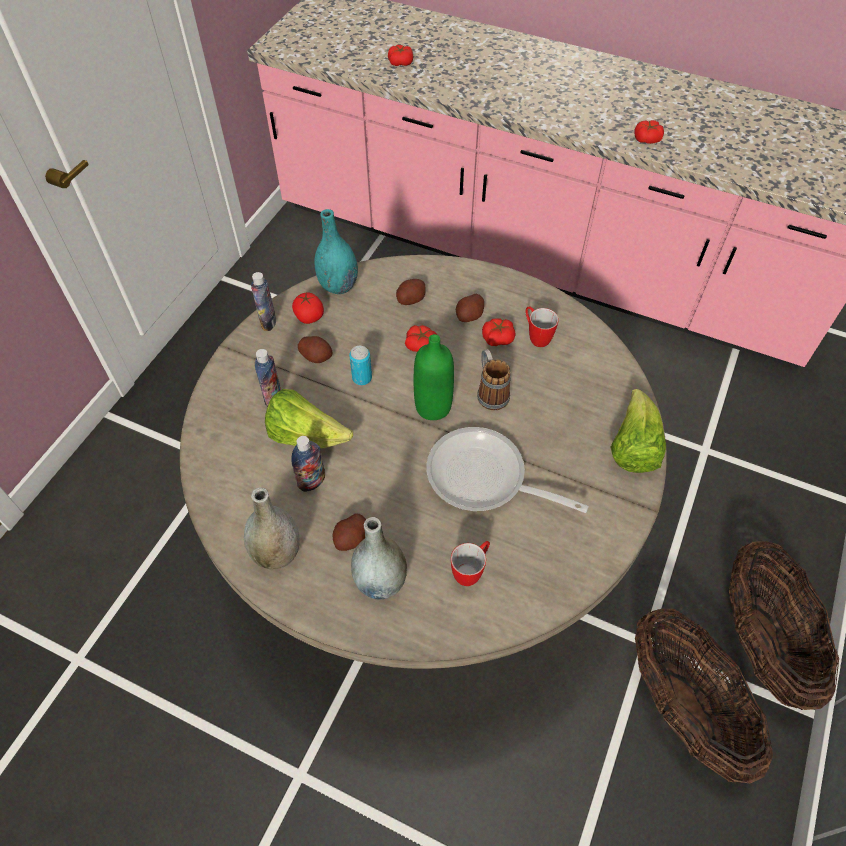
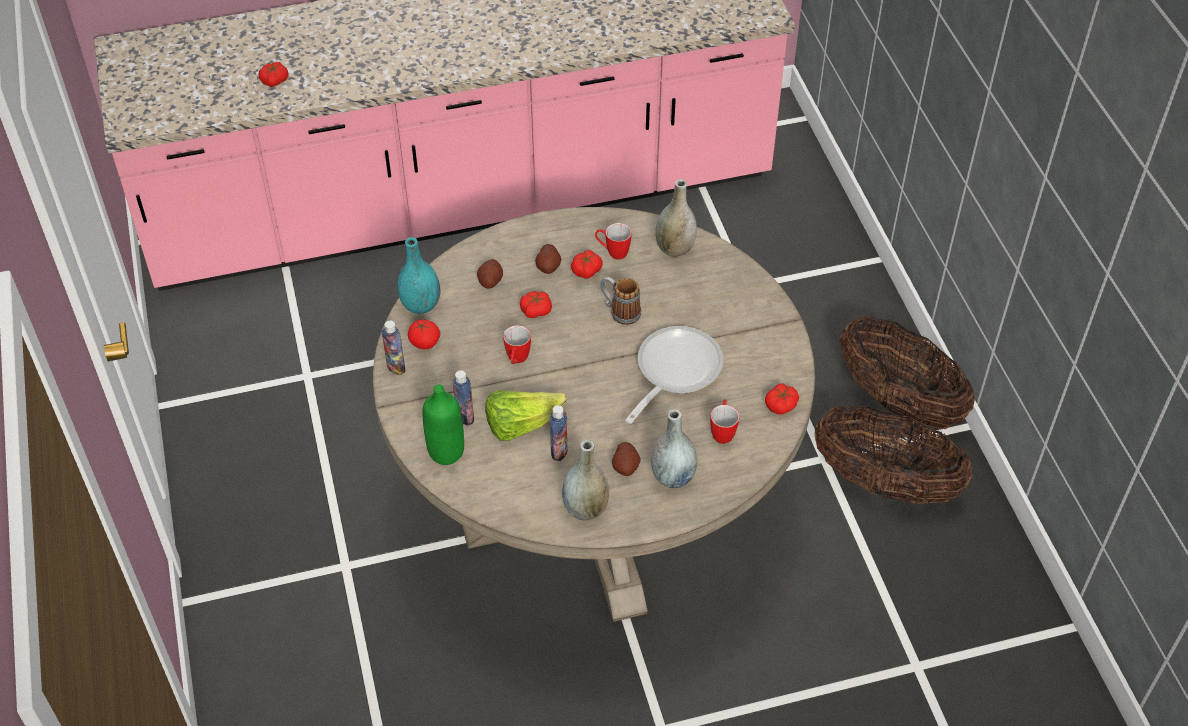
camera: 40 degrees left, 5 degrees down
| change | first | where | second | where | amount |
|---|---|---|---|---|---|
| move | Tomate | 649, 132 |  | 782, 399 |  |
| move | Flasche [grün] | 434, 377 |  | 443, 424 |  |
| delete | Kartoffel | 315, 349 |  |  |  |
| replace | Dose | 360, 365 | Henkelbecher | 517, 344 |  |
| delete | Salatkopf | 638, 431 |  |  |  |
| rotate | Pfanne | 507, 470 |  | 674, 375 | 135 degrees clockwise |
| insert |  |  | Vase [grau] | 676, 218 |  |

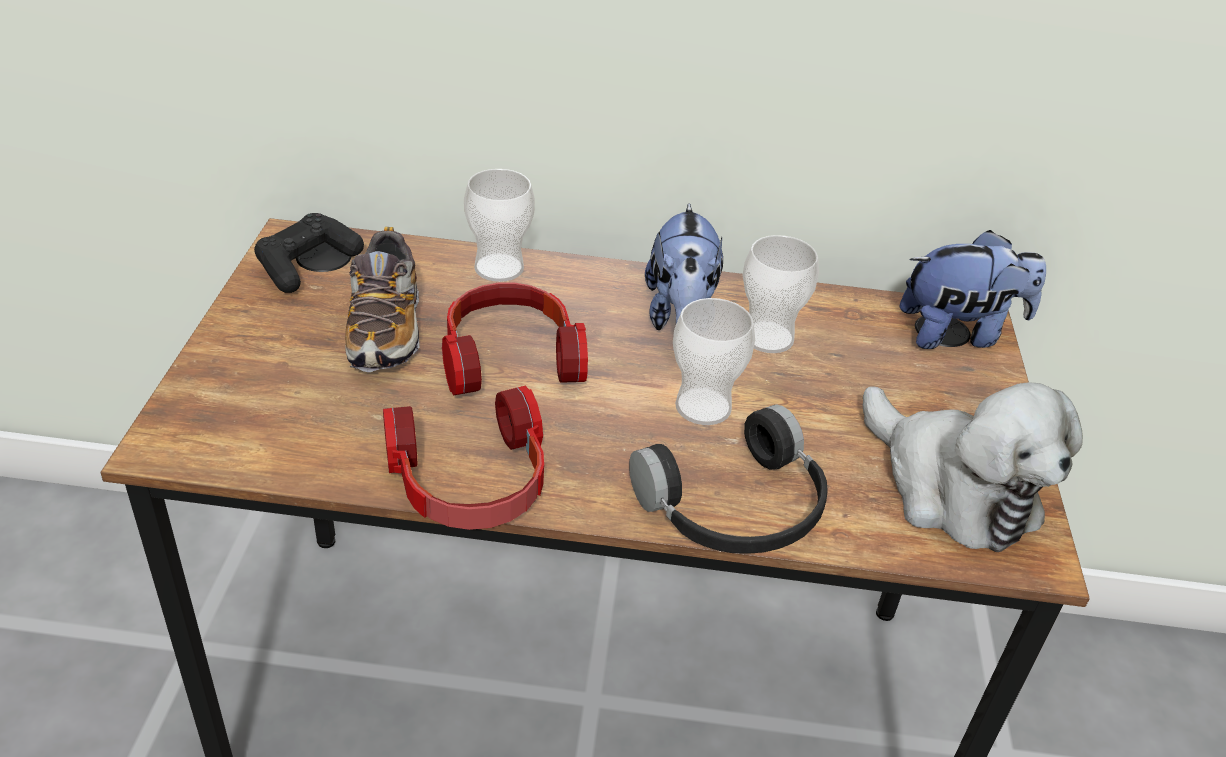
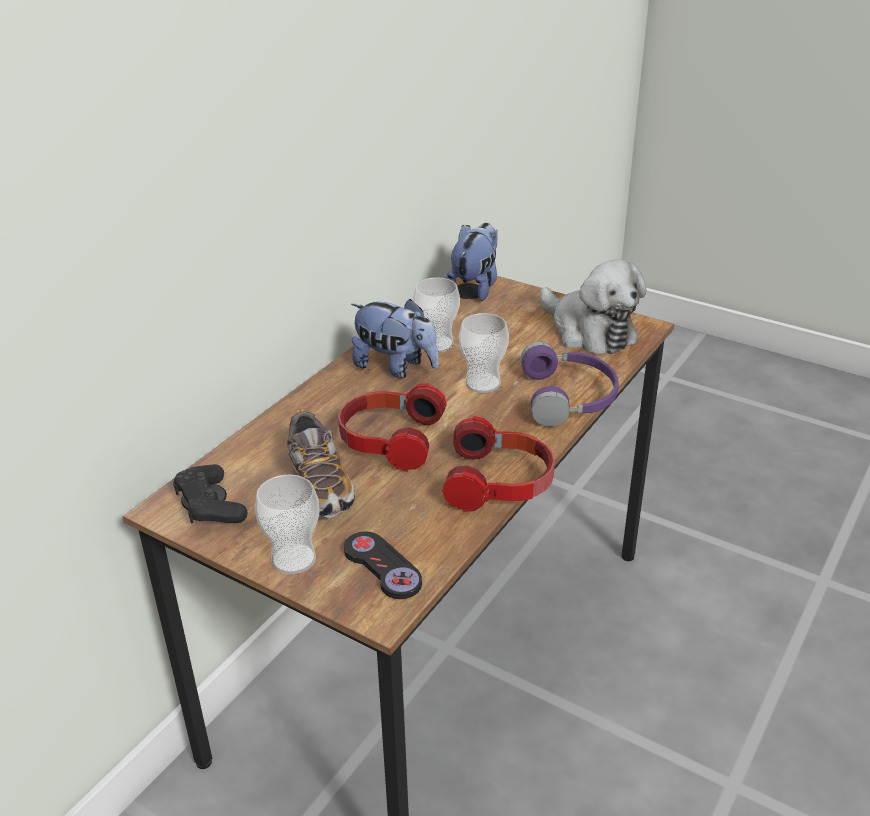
camera: 60 degrees left, 5 degrees down
| change | first | where | second | where | amount |
|---|---|---|---|---|---|
| move | Tasse | 499, 225 |  | 287, 524 |  |
| rotate | Schuh | 382, 299 |  | 321, 463 | 45 degrees clockwise |
| rotate | Plüschtier | 972, 467 |  | 593, 307 | 60 degrees clockwise |
| recolor | Kopfhörer [schwarz] | 728, 479 | Kopfhörer [lila] | 569, 384 |  |
| insert |  |  | Gamepad [schwarz] | 383, 565 |  |

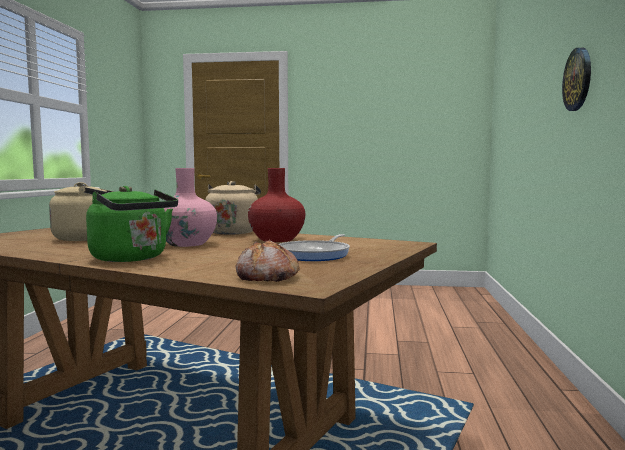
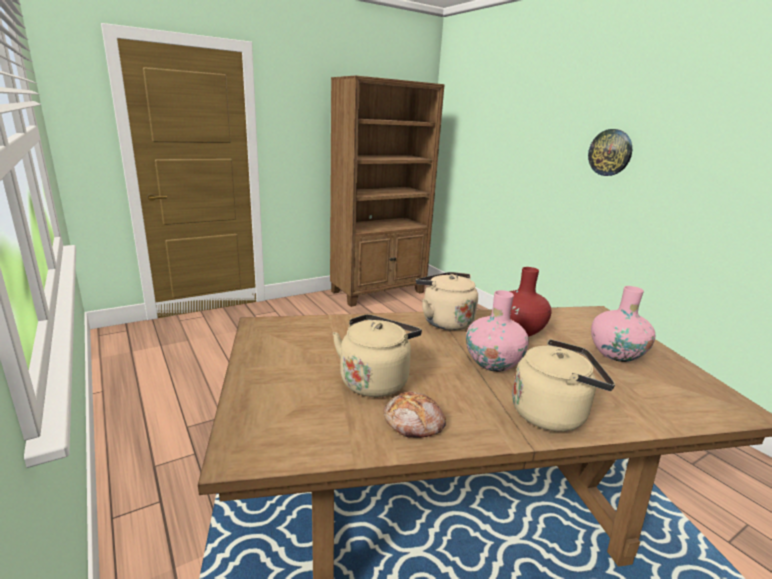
camera: 40 degrees left, 15 degrees up
| change | first | where | second | where | amount |
|---|---|---|---|---|---|
| recolor | Wasserkessel [grün] | 132, 224 | Wasserkessel [beige] | 563, 385 |  |
| replace | Pfanne | 314, 247 | Vase [rosa] | 623, 324 |  |
| move | Brot | 267, 261 |  | 415, 414 |  |
| insert |  |  | Bücherregal [braun] | 387, 191 |  |

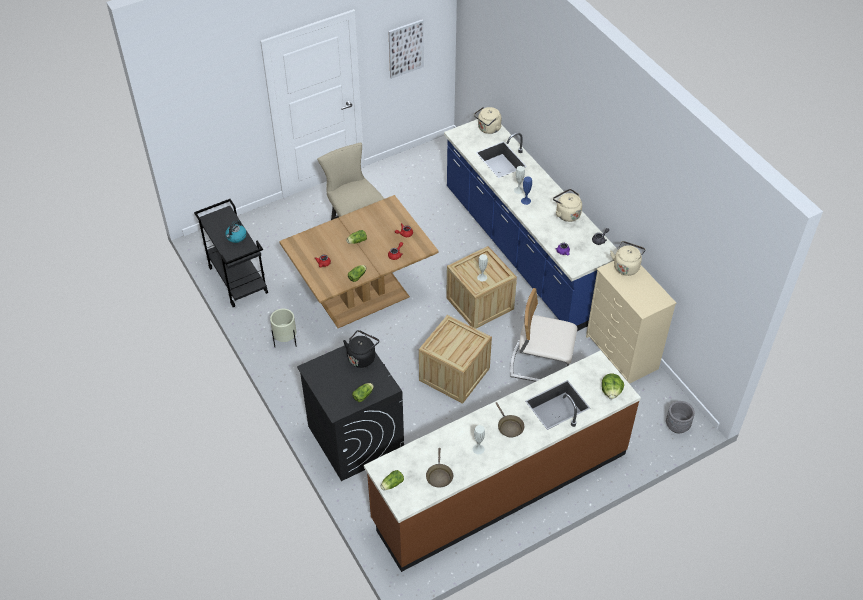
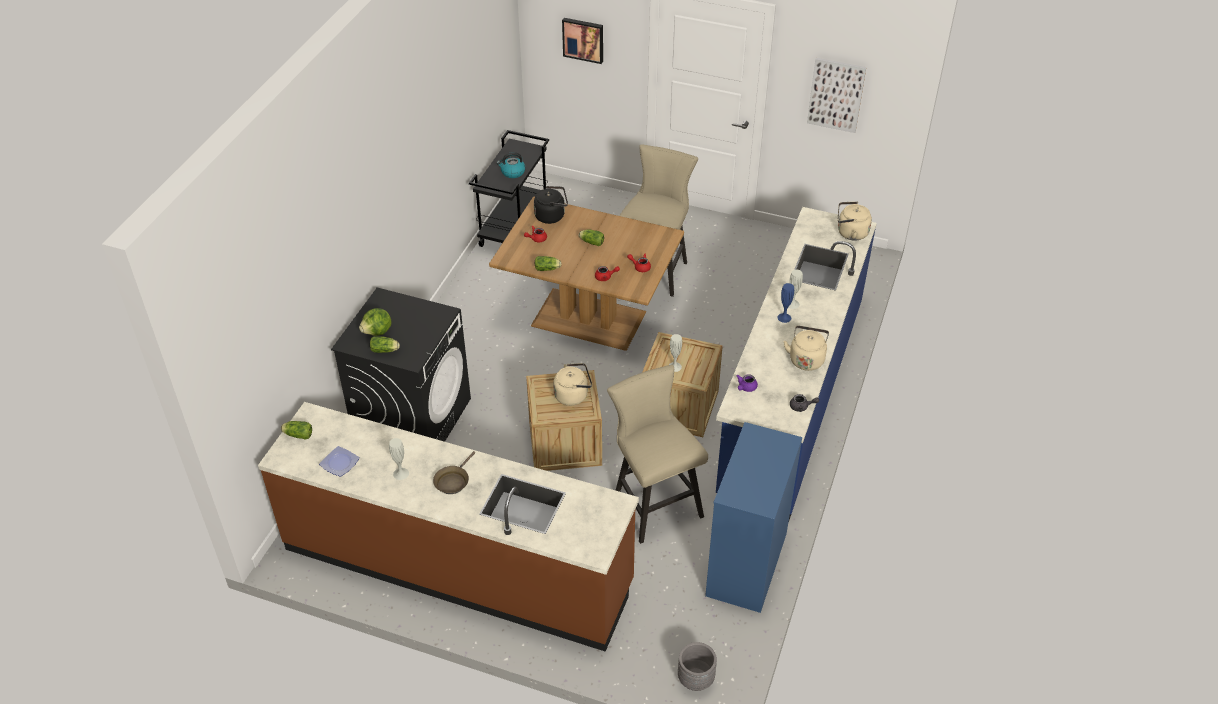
camera: 50 degrees right, 5 degrees down
| change | first | where | second | where | amount |
|---|---|---|---|---|---|
| move | Wasserkessel [beige] | 628, 258 |  | 572, 384 |  |
| recolor | Kommode [beige] | 631, 322 | Kommode [blau] | 753, 517 |  |
| replace | Stuhl [beige] | 543, 335 | Hocker [beige] | 657, 454 |  |
| delete | Pflanzkübel [beige] | 283, 328 |  |  |  |
| move | Wasserkessel [schwarz] | 361, 349 |  | 551, 205 |  |
| move | Salatkopf | 613, 386 |  | 375, 322 |  |
| replace | Pfanne [braun] | 439, 468 | Teller | 339, 461 |  |
| insert |  |  | Bild | 582, 41 |  |

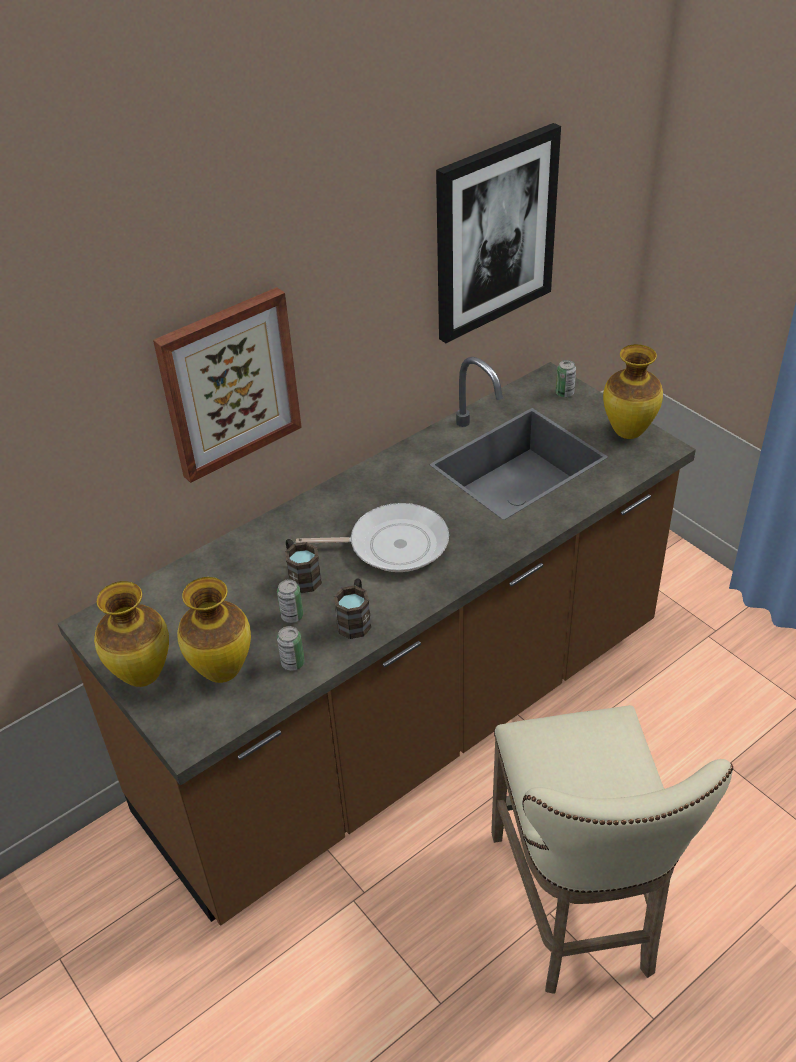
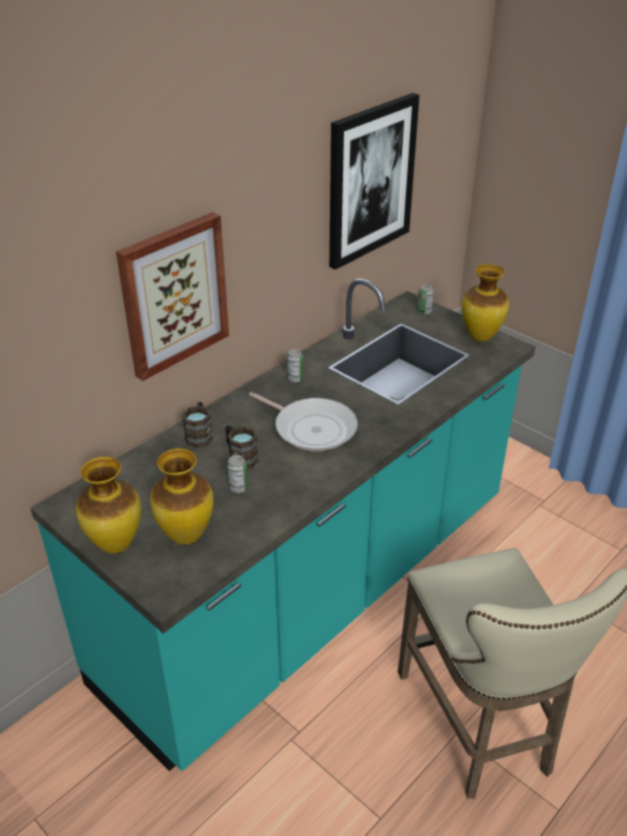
camera: 10 degrees left, 5 degrees down
| change | first | where | second | where | amount |
|---|---|---|---|---|---|
| recolor | Küchenzeile [braun] | 376, 641 | Küchenzeile [türkis] | 283, 524 |  |
| rotate | Pfanne | 372, 537 |  | 303, 422 | 45 degrees clockwise |
| move | Henkelbecher [braun] | 352, 608 |  | 197, 425 |  |
| move | Dose | 291, 648 |  | 295, 366 |  |

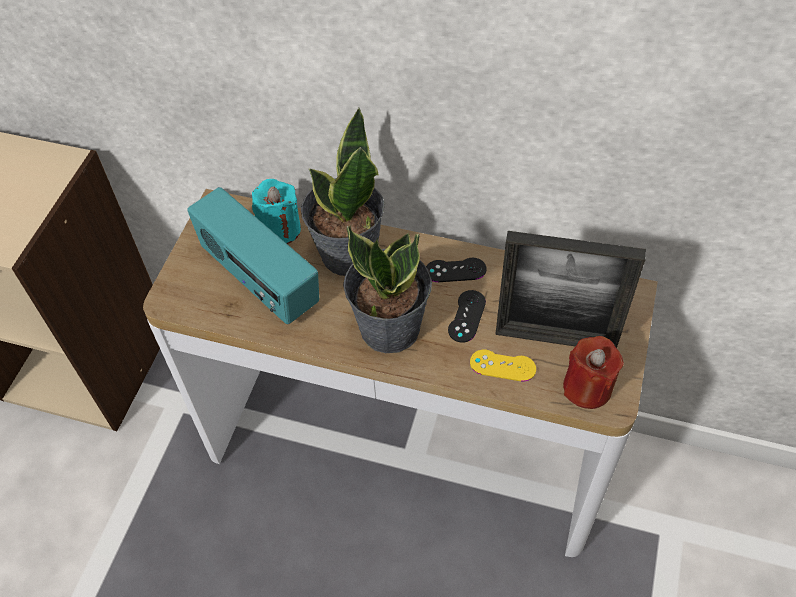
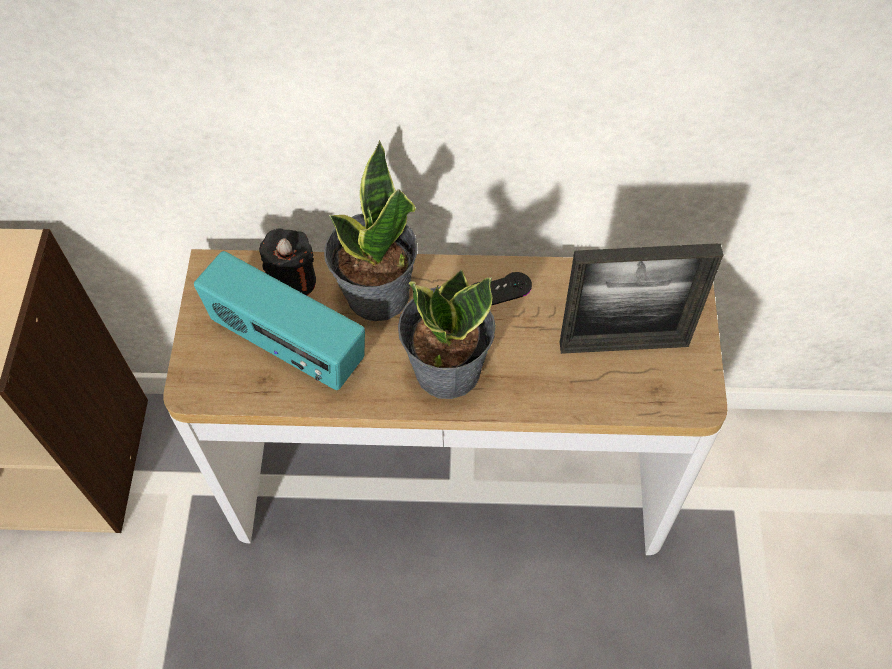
camera: 15 degrees left, 5 degrees up
| change | first | where | second | where | amount |
|---|---|---|---|---|---|
| recolor | Kerze [türkis] | 276, 211 | Kerze [schwarz] | 287, 262 |  |
| delete | Gamepad [schwarz] | 467, 316 |  |  |  |
| delete | Kerze [rot] | 593, 372 |  |  |  |
| delete | Gamepad [gelb] | 503, 366 |  |  |  |

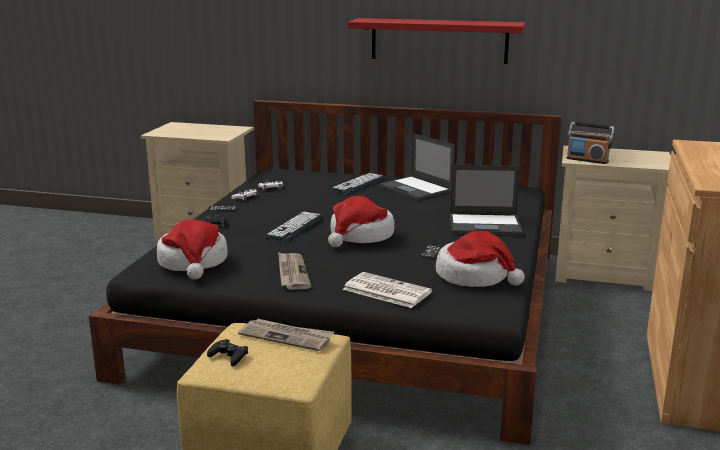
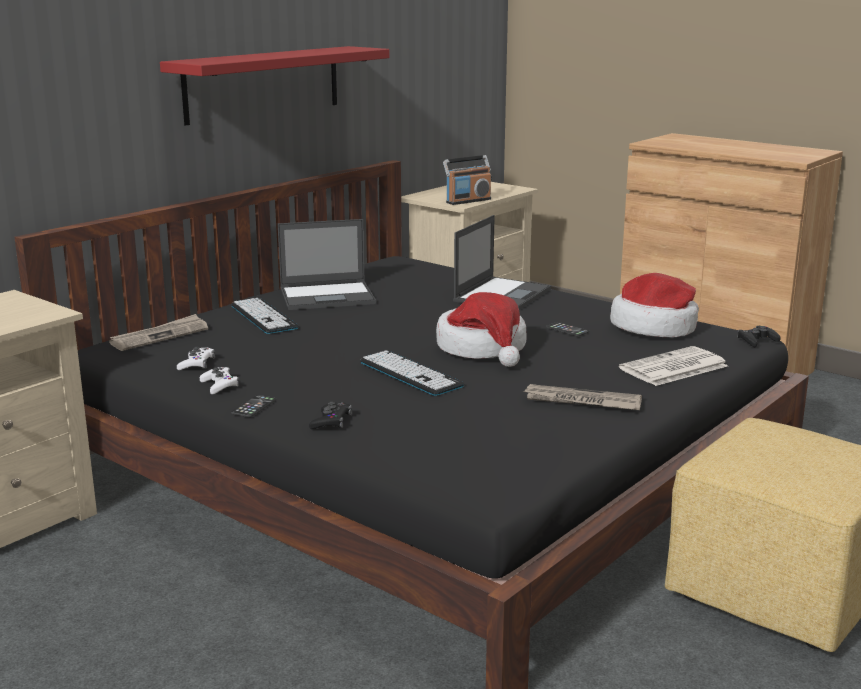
camera: 65 degrees left, 0 degrees up
| change | first | where | second | where | amount |
|---|---|---|---|---|---|
| delete | Hut | 192, 249 |  |  |  |
| move | Zeitung | 286, 335 |  | 158, 332 |  |
| move | Gamepad [schwarz] | 227, 352 |  | 758, 336 |  |

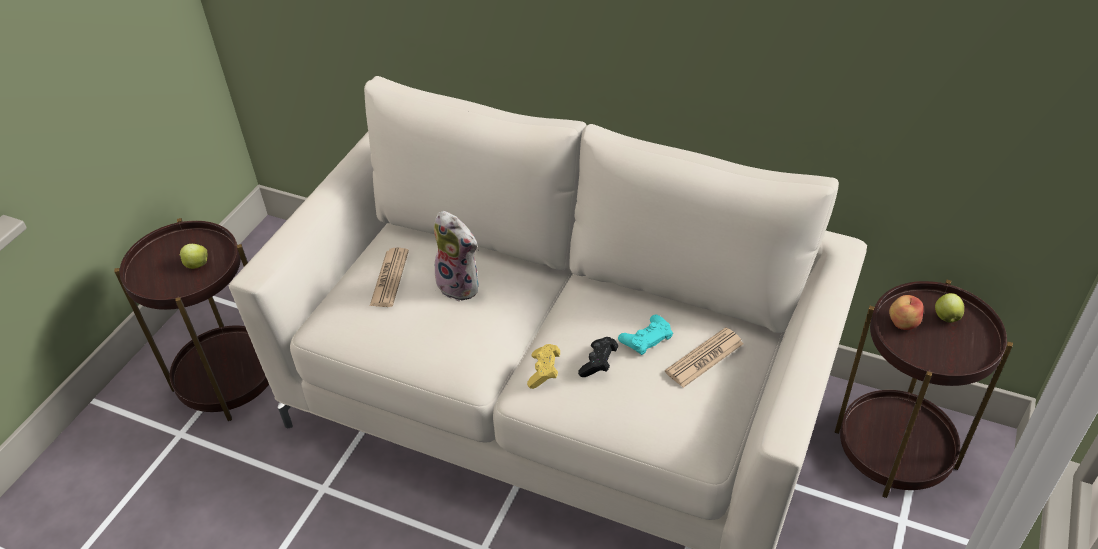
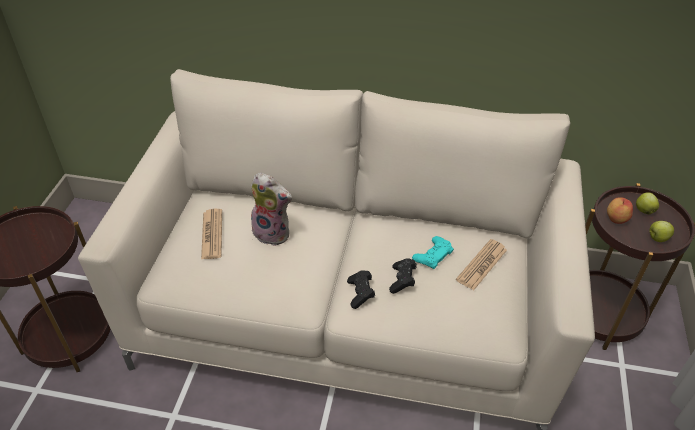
camera: 15 degrees left, 0 degrees up
| change | first | where | second | where | amount |
|---|---|---|---|---|---|
| move | Apfel | 193, 256 |  | 661, 231 |  |
| recolor | Gamepad [gelb] | 543, 366 | Gamepad [schwarz] | 361, 289 |  |

